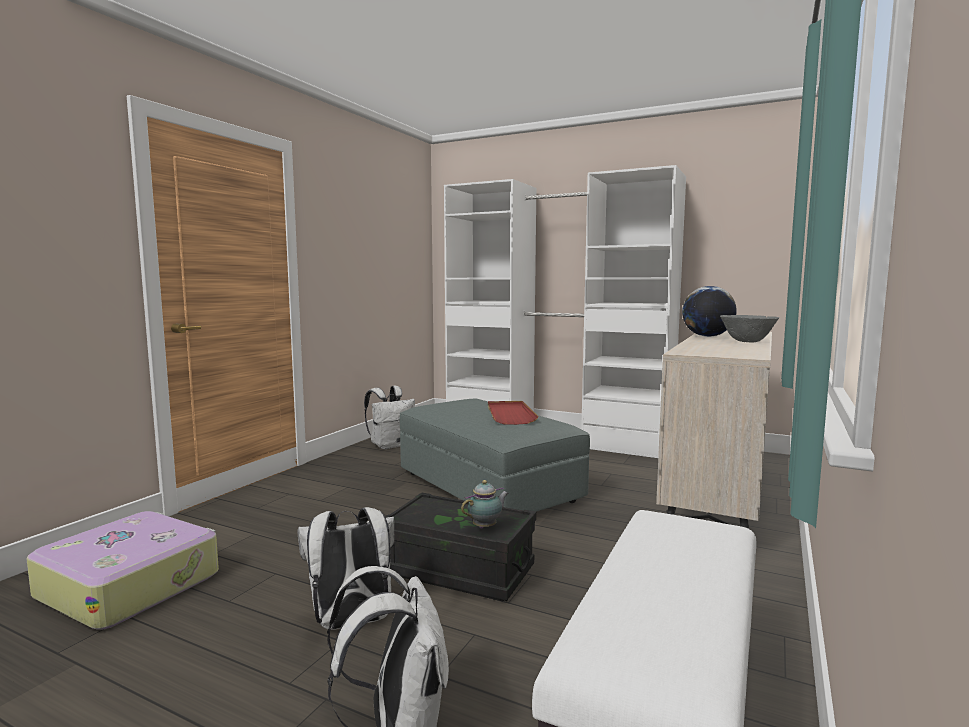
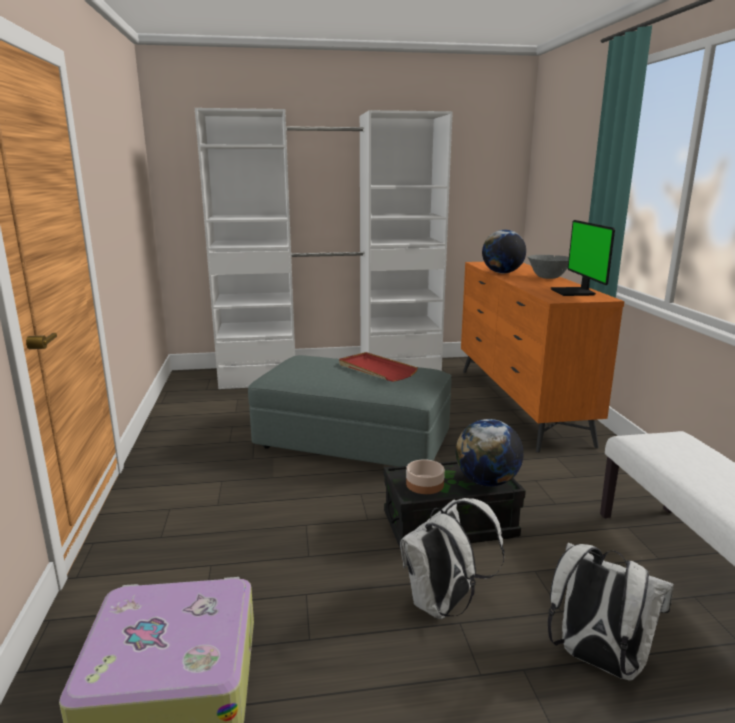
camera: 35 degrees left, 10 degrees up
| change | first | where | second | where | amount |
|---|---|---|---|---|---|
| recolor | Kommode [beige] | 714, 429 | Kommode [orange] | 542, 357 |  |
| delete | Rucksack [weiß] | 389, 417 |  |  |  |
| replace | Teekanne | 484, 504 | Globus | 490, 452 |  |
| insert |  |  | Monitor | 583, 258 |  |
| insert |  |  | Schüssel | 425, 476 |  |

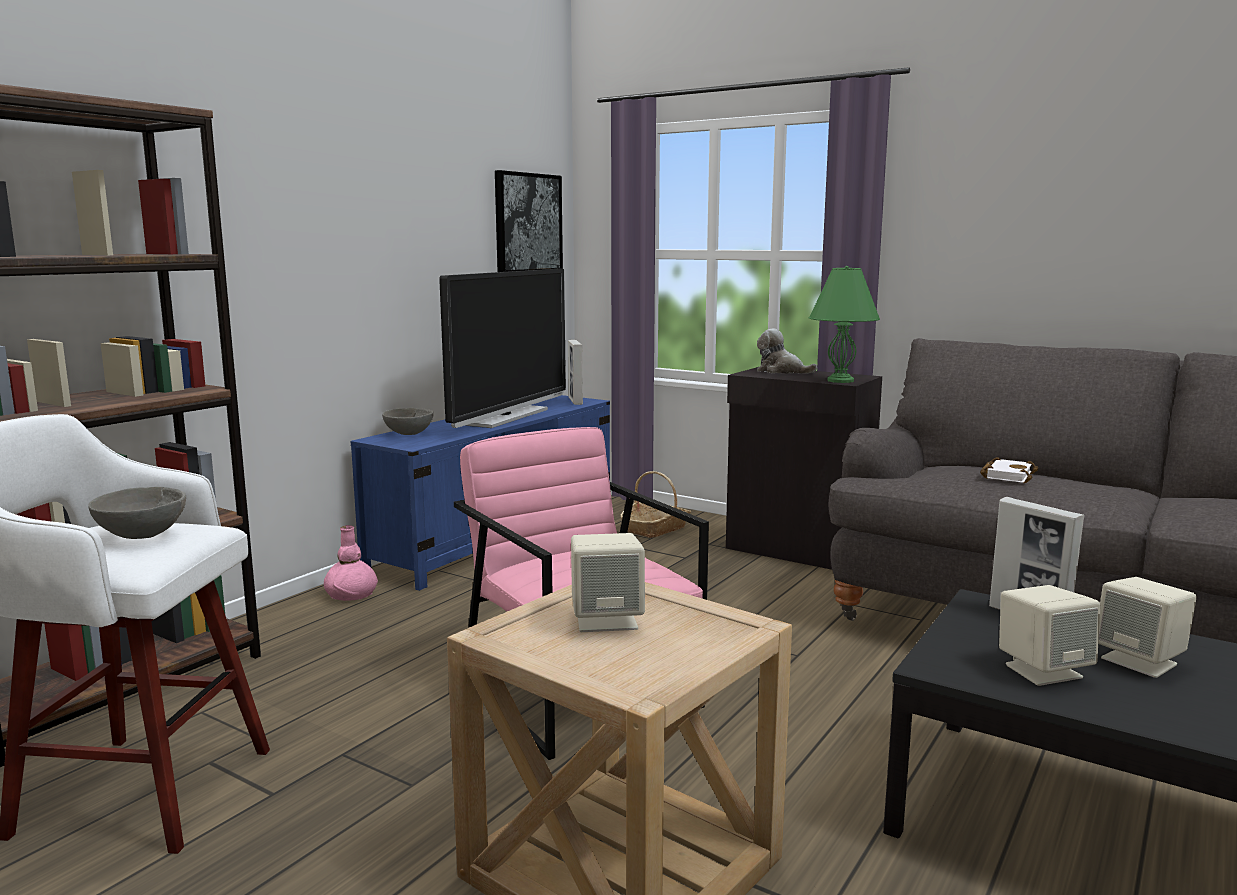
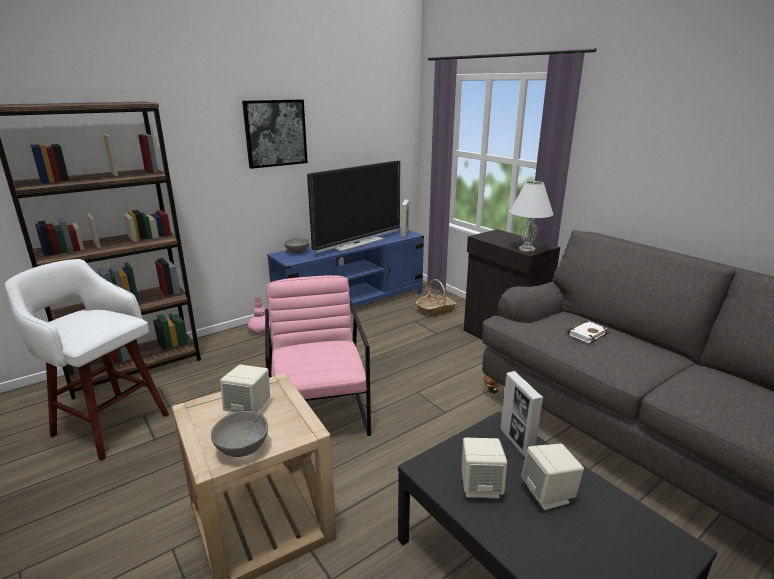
camera: 20 degrees right, 10 degrees up
| change | first | where | second | where | amount |
|---|---|---|---|---|---|
| move | Bild | 529, 221 |  | 275, 134 |  |
| recolor | Tischlampe [grün] | 844, 324 | Tischlampe [weiß] | 531, 216 |  |
| delete | Plüschtier | 787, 351 |  |  |  |
| move | Schüssel [grau] | 137, 513 |  | 239, 434 |  |

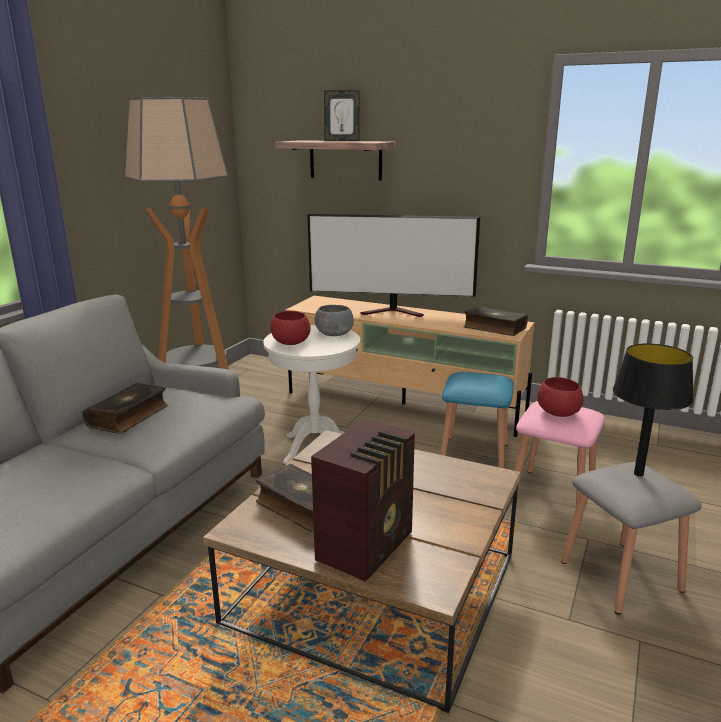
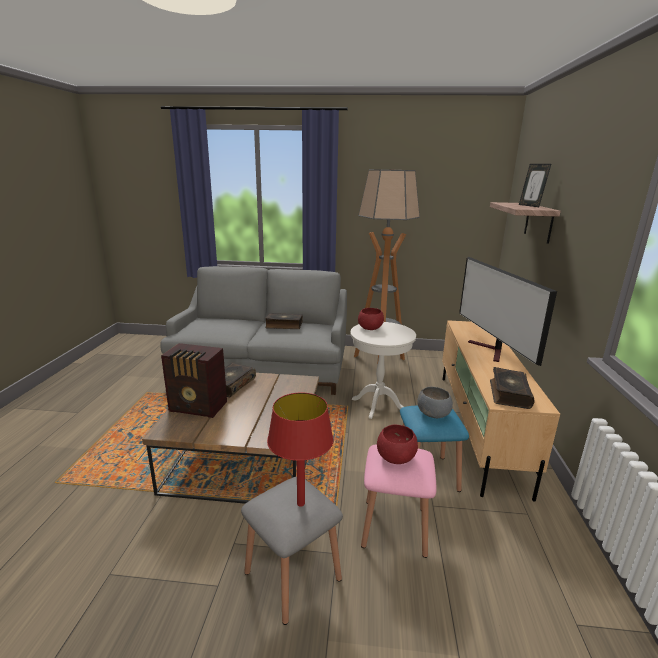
camera: 70 degrees right, 0 degrees up
| change | first | where | second | where | amount |
|---|---|---|---|---|---|
| move | Schüssel [grau] | 334, 320 |  | 435, 402 |  |
| recolor | Tischlampe [schwarz] | 653, 410 | Tischlampe [rot] | 300, 449 |  |

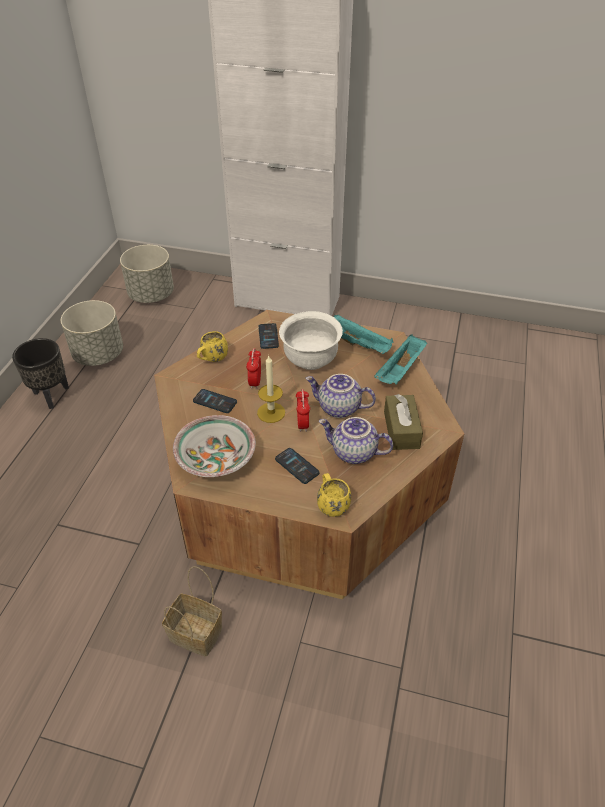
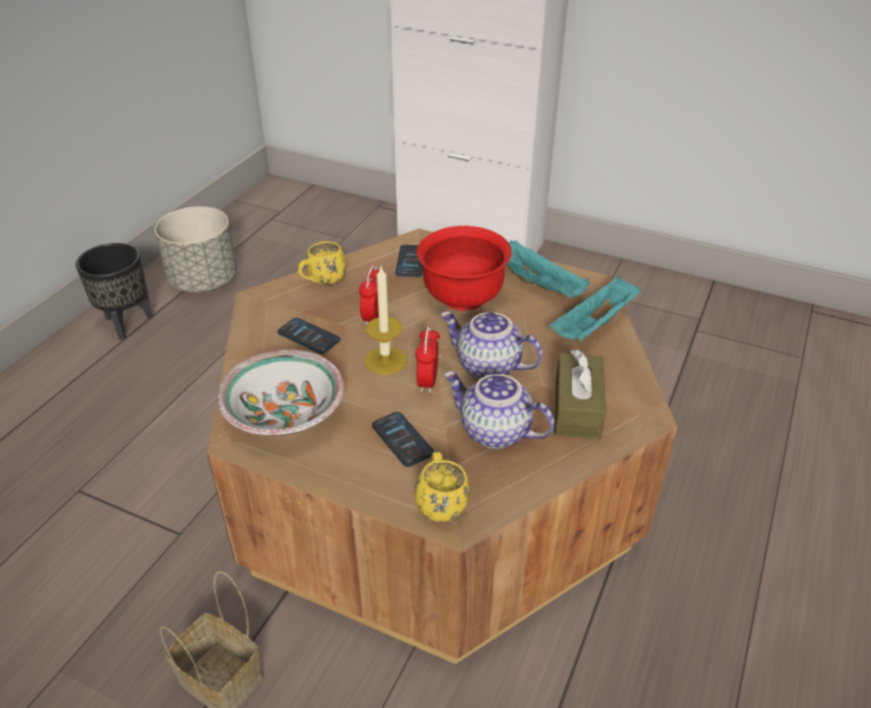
camera: 10 degrees right, 5 degrees down
| change | first | where | second | where | amount |
|---|---|---|---|---|---|
| delete | Pflanzkübel [grau] | 147, 274 |  |  |  |
| recolor | Schüssel [weiß] | 311, 340 | Schüssel [rot] | 464, 268 |  |

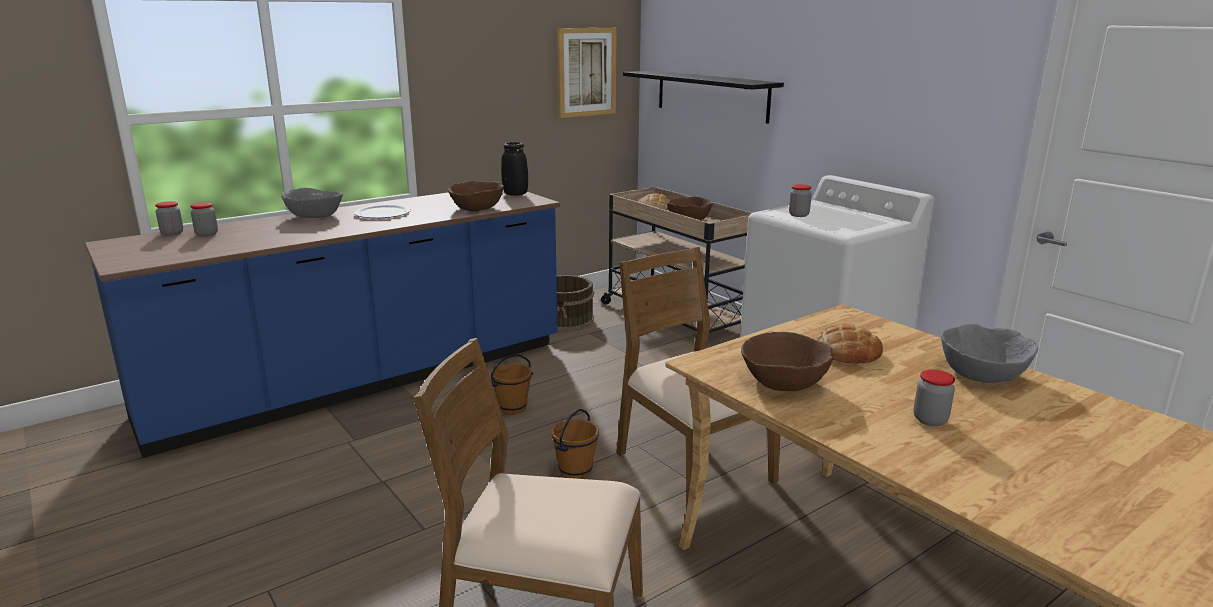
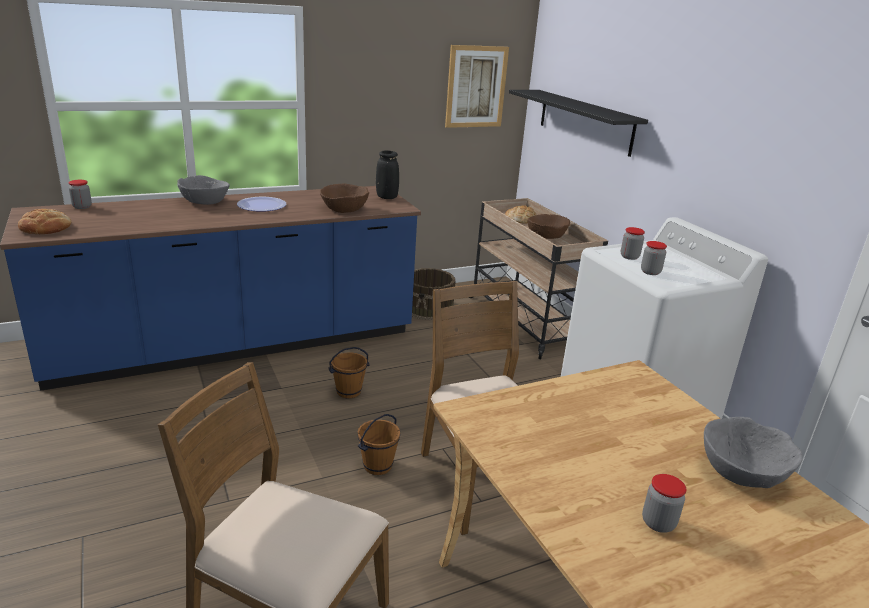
camera: 10 degrees right, 5 degrees up
| change | first | where | second | where | amount |
|---|---|---|---|---|---|
| move | Vorratsglas | 204, 219 |  | 654, 258 |  |
| move | Brot | 849, 344 |  | 44, 221 |  |
| delete | Schüssel [braun] | 787, 361 |  |  |  |

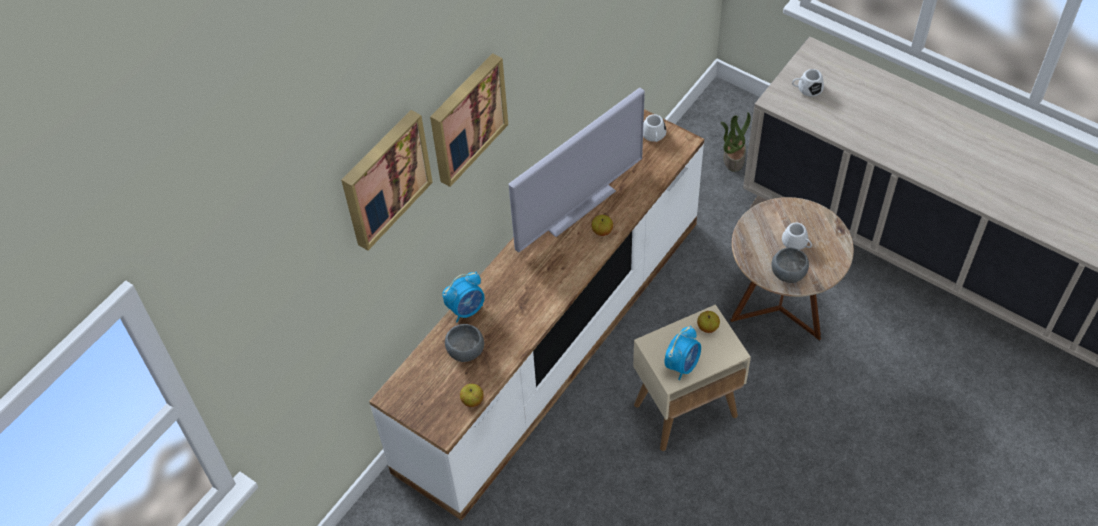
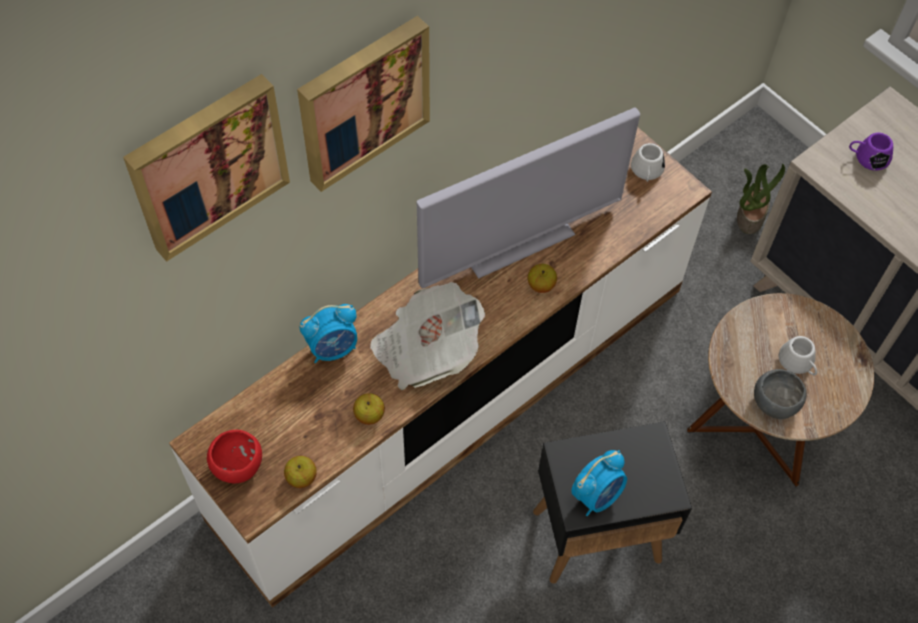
camera: 10 degrees right, 5 degrees up
| change | first | where | second | where | amount |
|---|---|---|---|---|---|
| recolor | Henkelbecher [weiß] | 808, 83 | Henkelbecher [lila] | 871, 151 |  |
| recolor | Beistelltisch [beige] | 692, 377 | Beistelltisch [schwarz] | 612, 502 |  |
| move | Apfel | 708, 322 |  | 369, 409 |  |
| delete | Schüssel [grau] | 464, 343 |  |  |  |
| insert |  |  | Zeitung | 427, 336 |  |
| insert |  |  | Schüssel [rot] | 234, 456 |  |

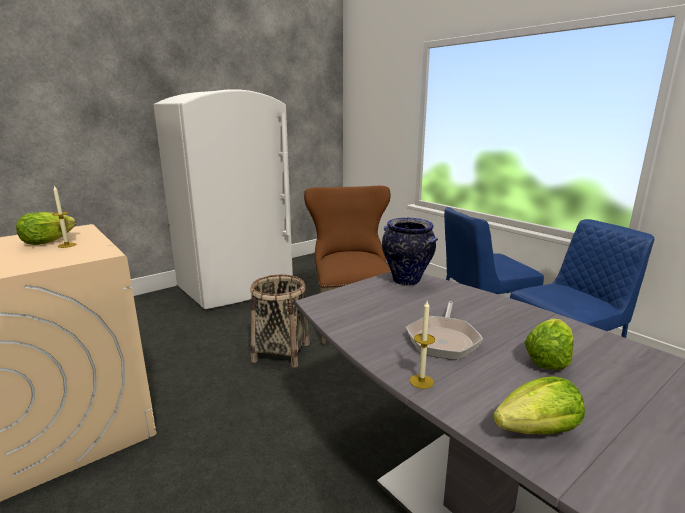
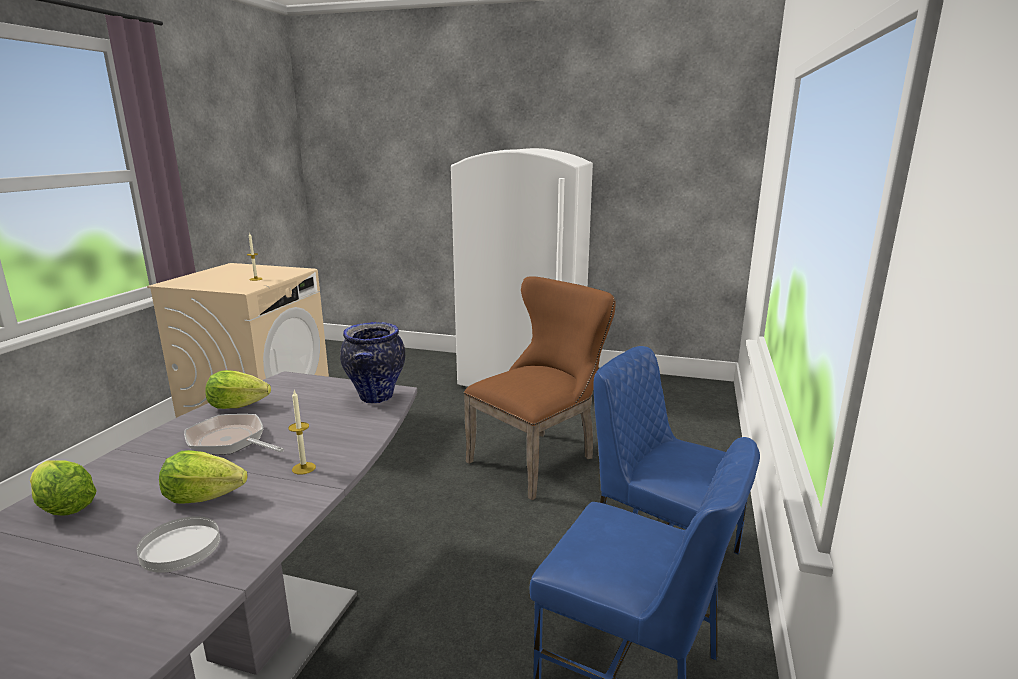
camera: 55 degrees right, 0 degrees up
| change | first | where | second | where | amount |
|---|---|---|---|---|---|
| move | Salatkopf | 46, 228 |  | 238, 389 |  |
| delete | Korb | 280, 320 |  |  |  |
| rotate | Pfanne | 444, 330 |  | 234, 434 | 45 degrees clockwise |
| move | Kerze | 422, 345 |  | 302, 433 |  |
| insert |  |  | Teller [weiß] | 178, 544 |  |

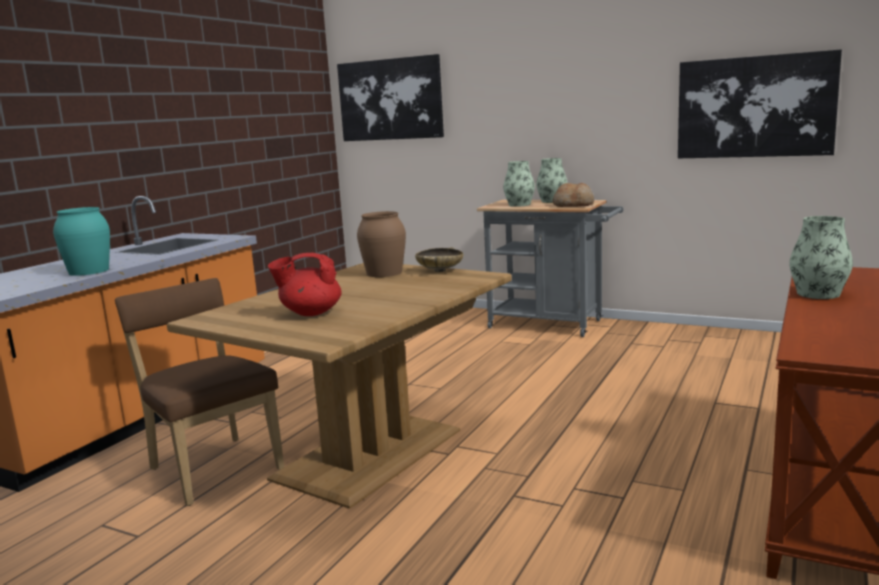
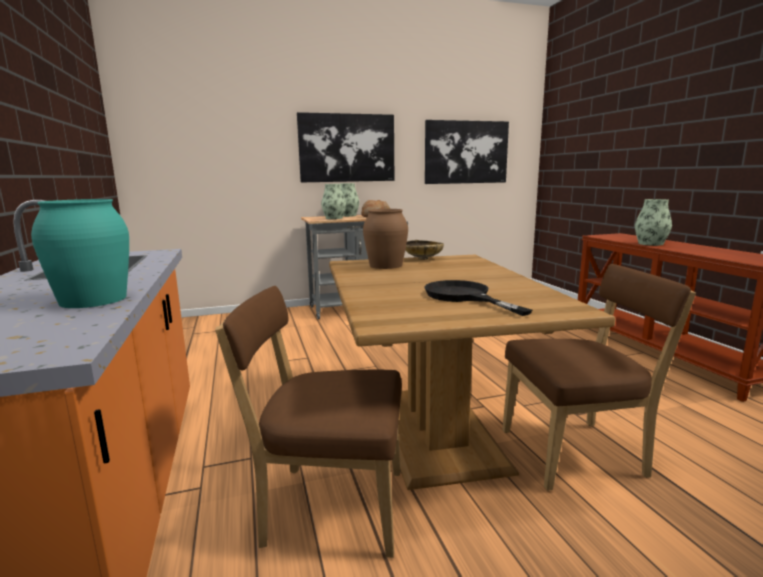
camera: 45 degrees left, 0 degrees up
| change | first | where | second | where | amount |
|---|---|---|---|---|---|
| move | Bild | 390, 97 |  | 345, 147 |  |
| replace | Teekanne [rot] | 305, 284 | Pfanne [schwarz] | 478, 298 |  |
| insert |  |  | Stuhl [braun] | 599, 377 |  |

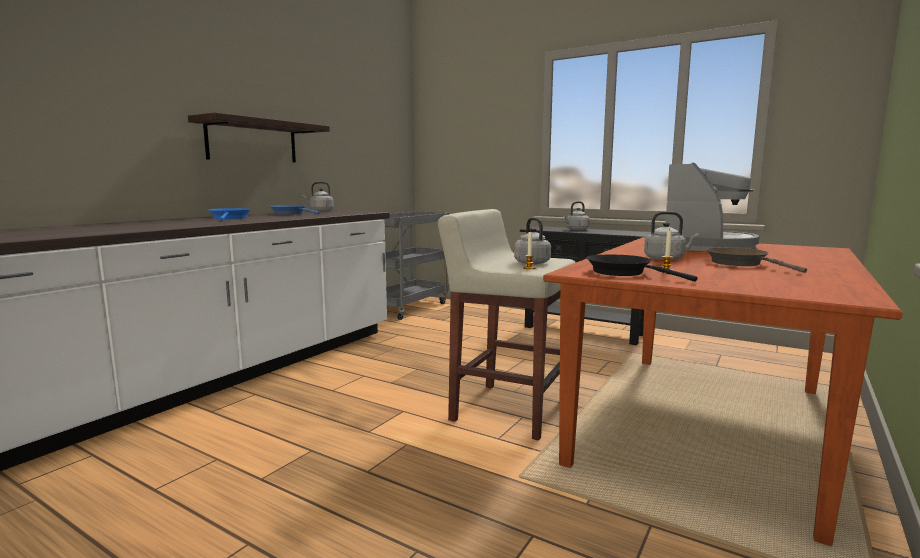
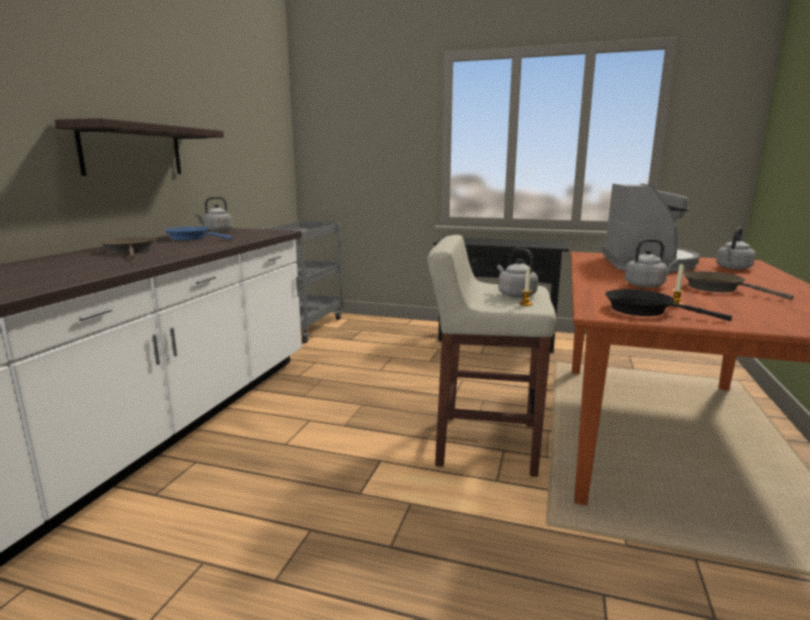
camera: 15 degrees left, 5 degrees up
| change | first | where | second | where | amount |
|---|---|---|---|---|---|
| move | Wasserkessel [grau] | 576, 215 |  | 736, 249 |  |
| recolor | Pfanne [blau] | 229, 214 | Pfanne [braun] | 127, 248 |  |

